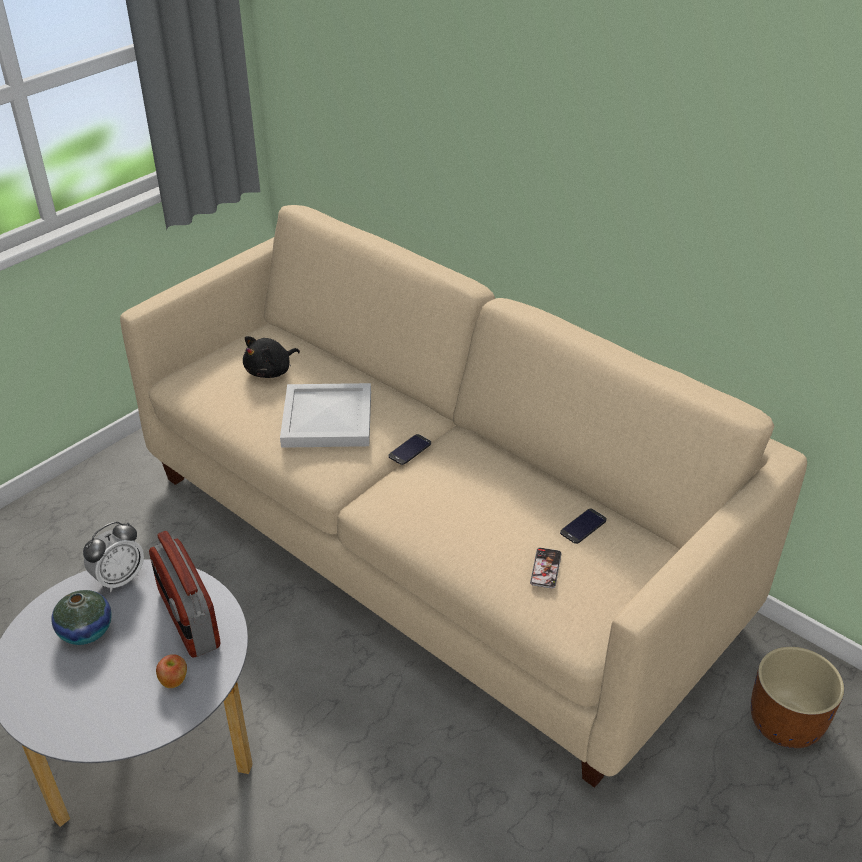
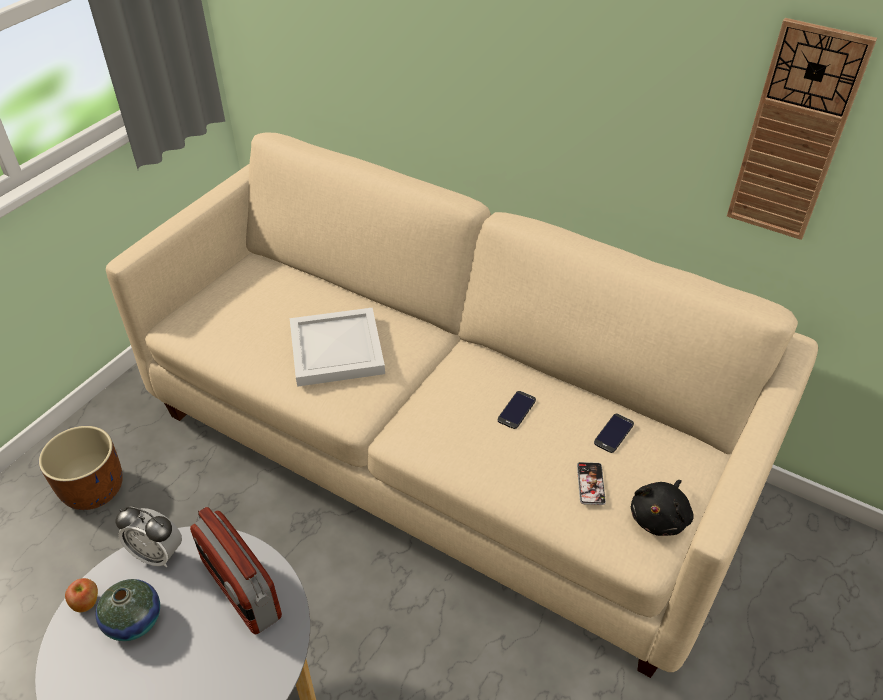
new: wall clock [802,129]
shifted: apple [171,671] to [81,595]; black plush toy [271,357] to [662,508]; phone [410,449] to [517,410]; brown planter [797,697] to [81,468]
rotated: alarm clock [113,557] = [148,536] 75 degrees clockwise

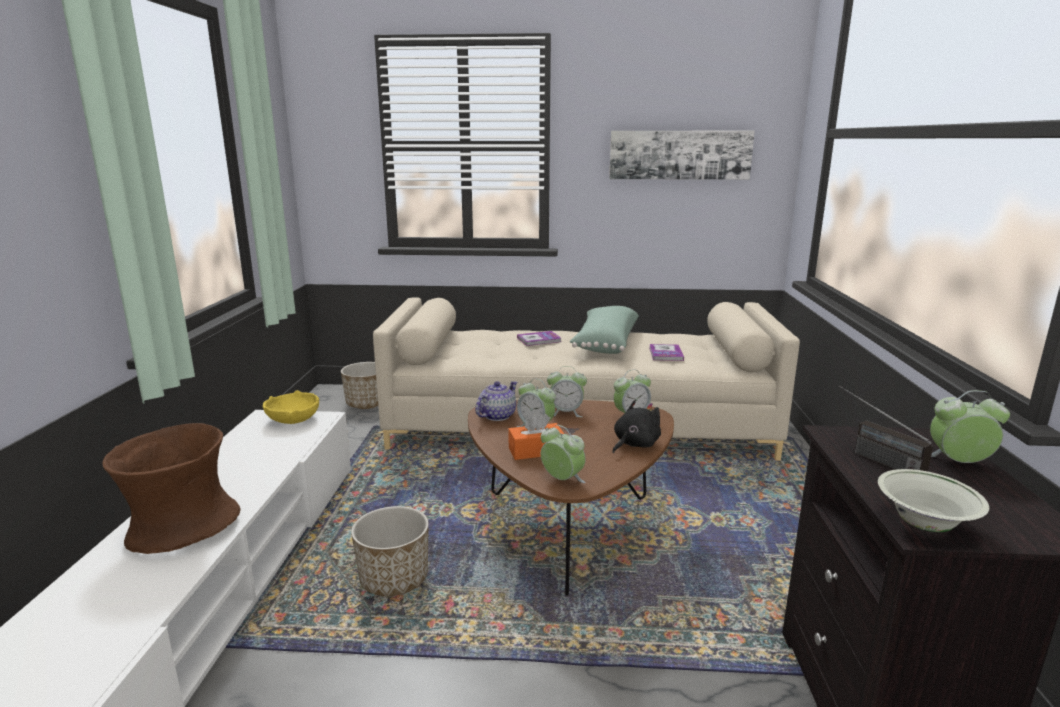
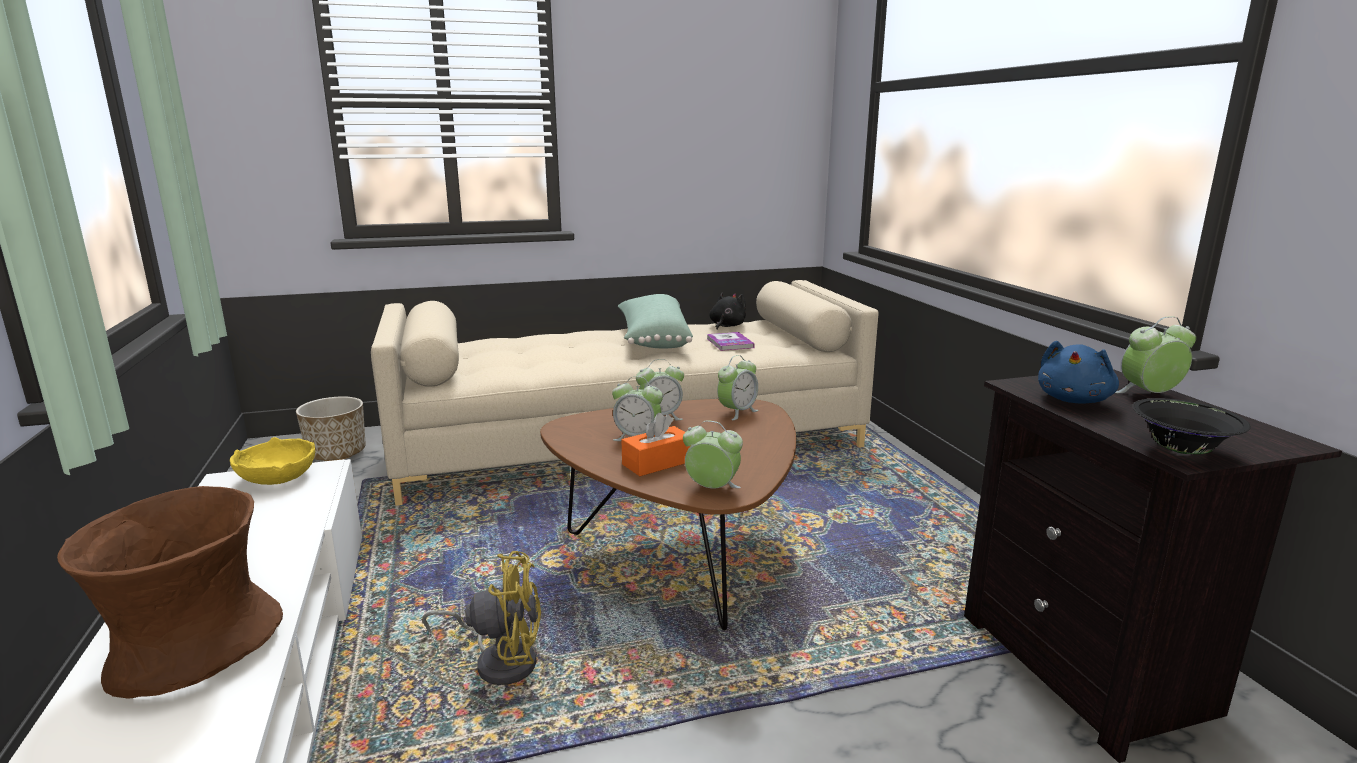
gone: teapot [496,401]; book [539,338]; picture [682,155]
shifted: black plush toy [636,426] to [727,311]
swapped: planter [390,551] to yellow fan [481,618]; radio [886,428] to blue plush toy [1078,372]
repainted: white bowl [933,500] to black bowl [1191,426]

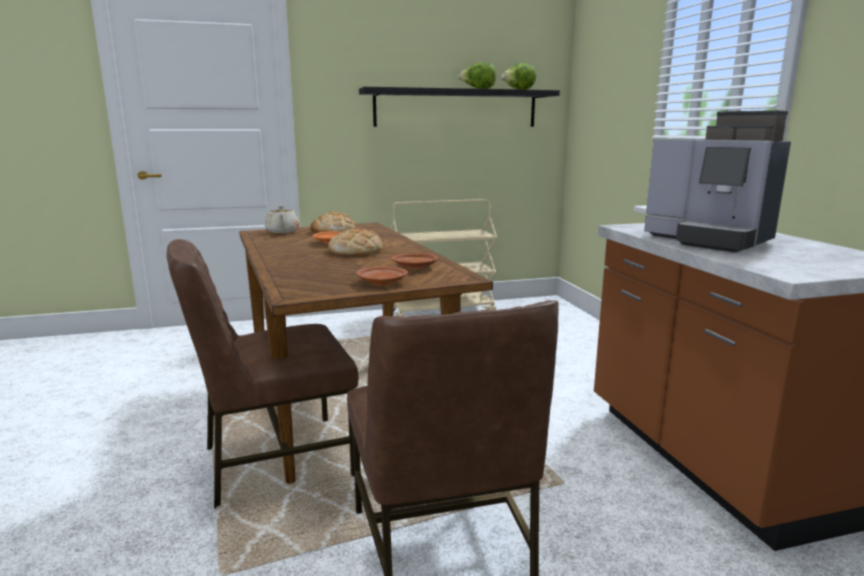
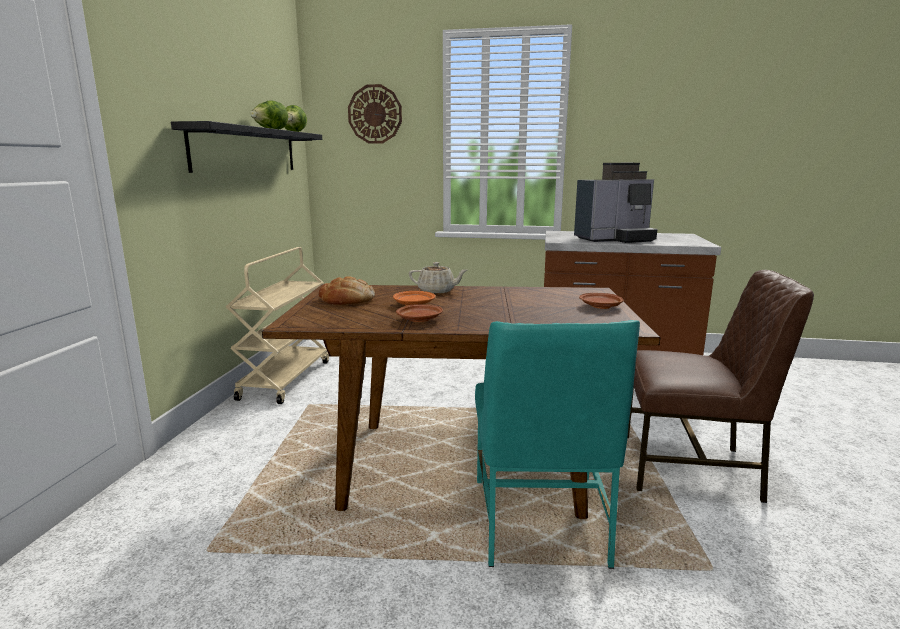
gone: bread [355,242]
new: wall clock [375,114]
shifted: beige teapot [282,219] to [438,278]; brown plate [414,261] to [419,313]
repainted: brown chair [262,374] to turquoise chair [557,444]

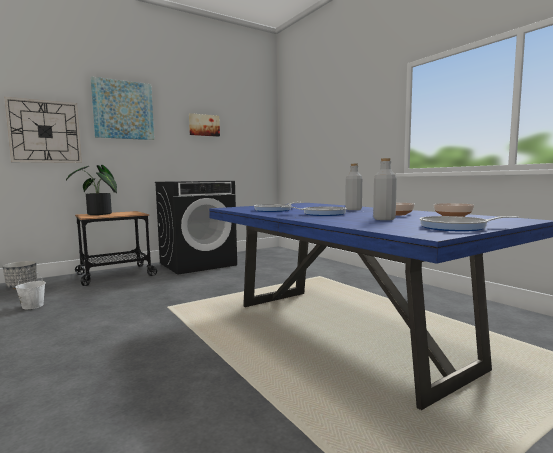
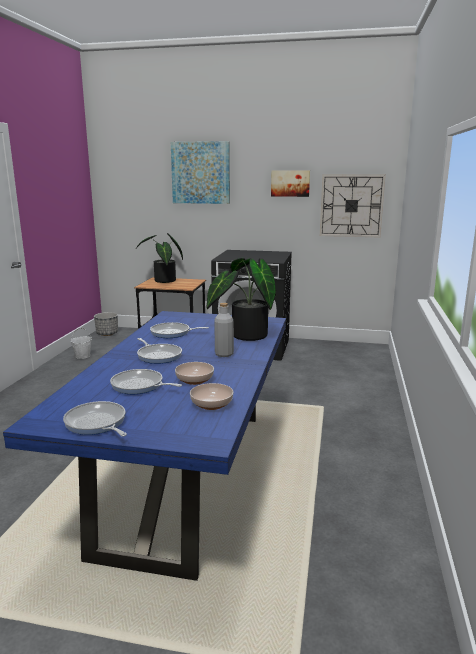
new: potted plant [241,299]
shifted: wall clock [43,130] to [353,205]
swapped: grey bottle [385,189] to frying pan [146,381]

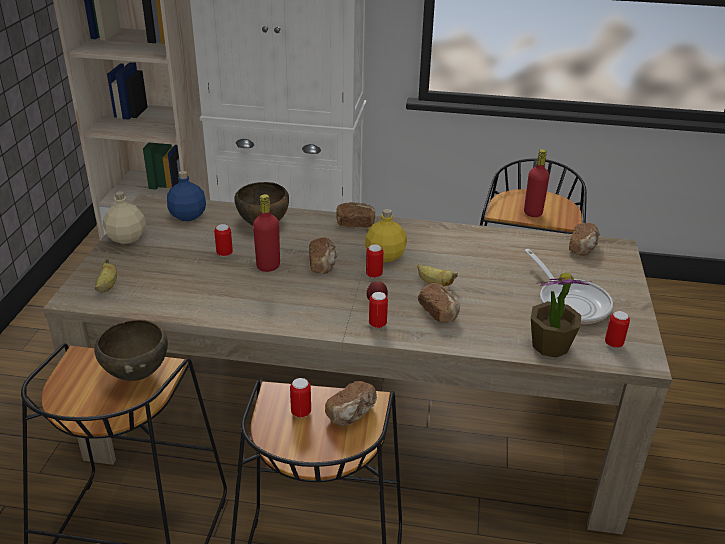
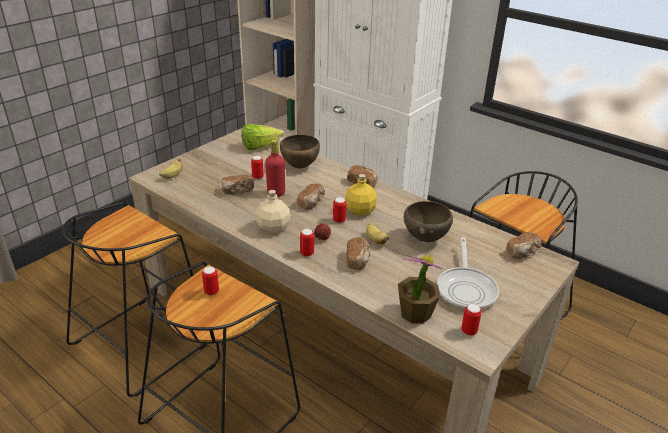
gone: red bottle [537,183]
shifted: brown bowl [131,350] to [428,221]; beige bottle [124,217] to [273,212]; bread [351,403] to [238,184]
swapped: blue bottle [186,196] to lettuce [263,137]

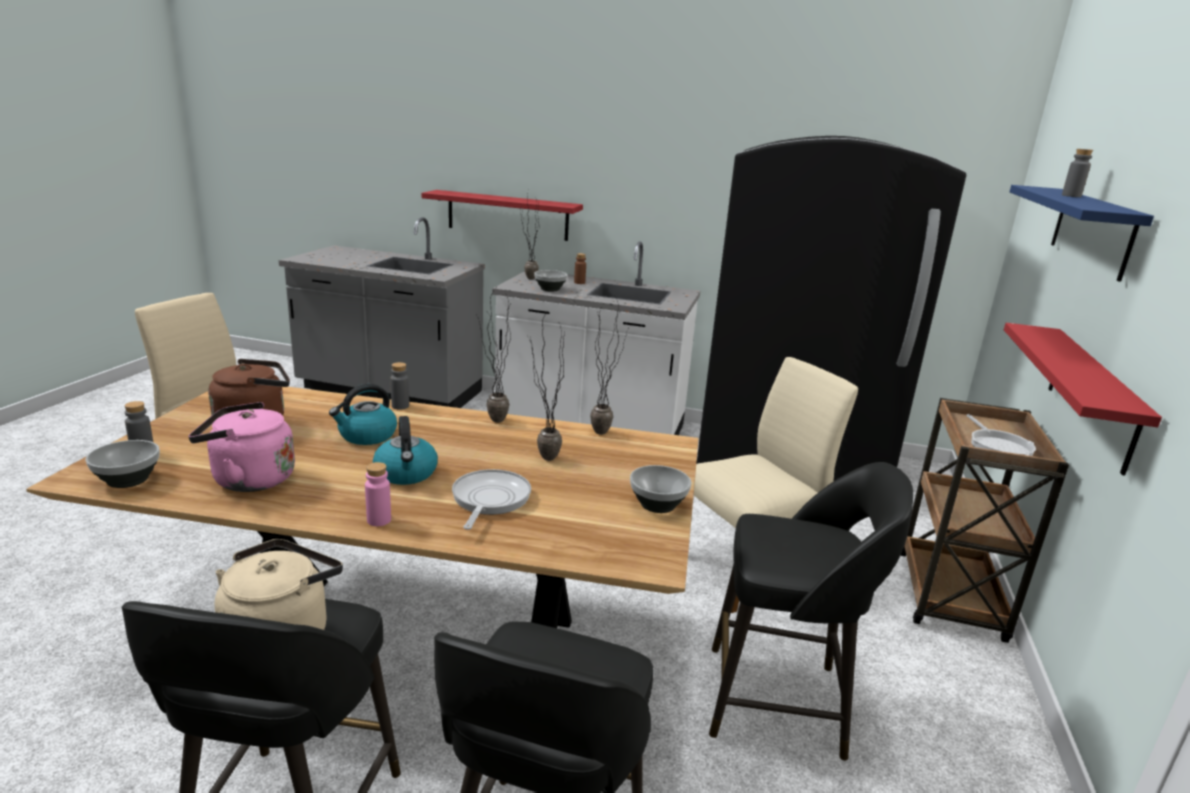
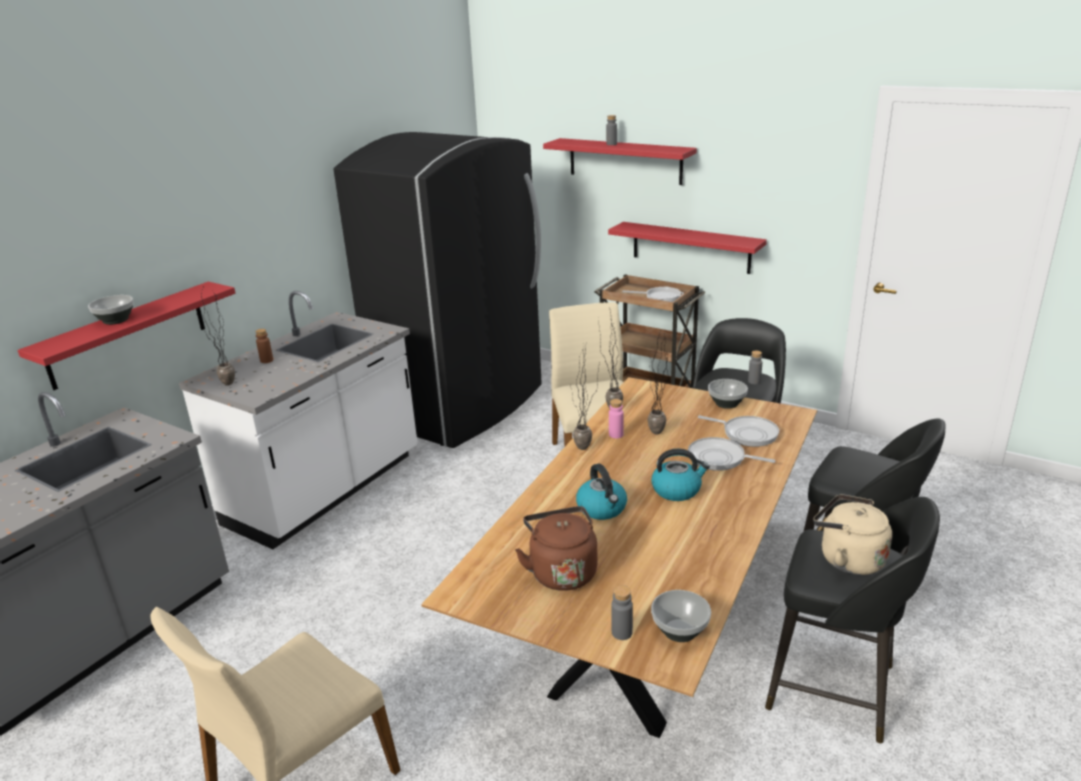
gone: pink kettle [242,447]
new: frying pan [738,431]
shifted: pink bottle [378,494] to [616,418]; grey bottle [399,386] to [755,367]; bowl [550,281] to [111,310]
repainted: blue shelf [1082,233] to red shelf [620,161]

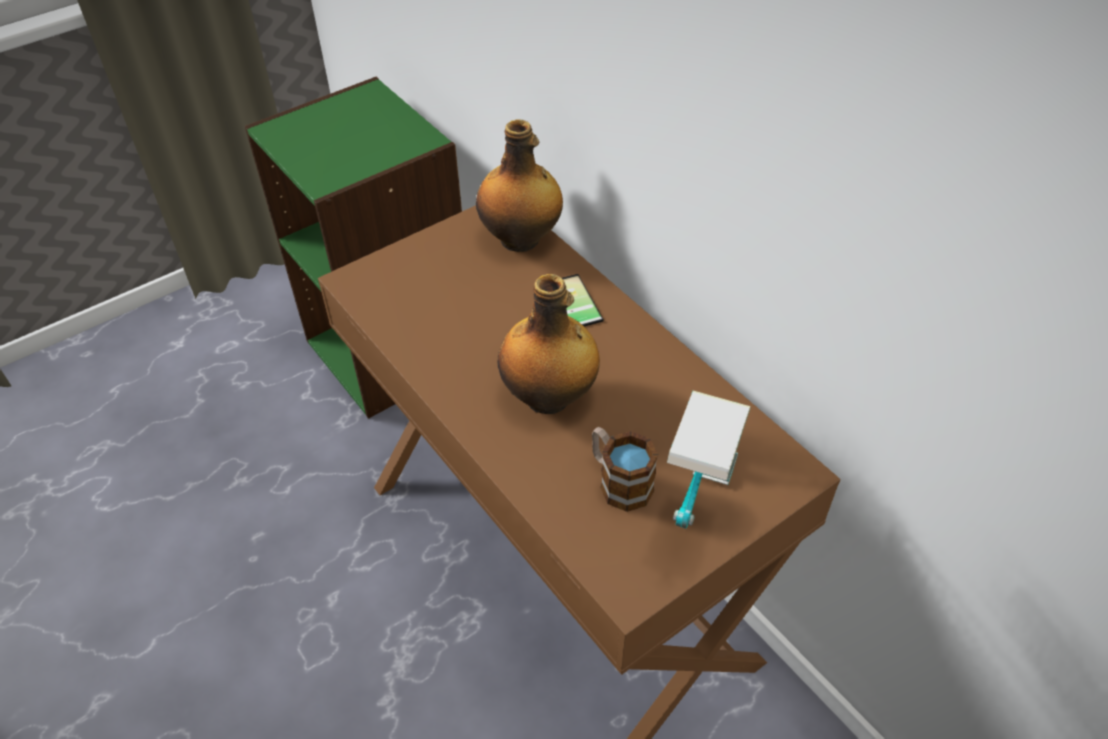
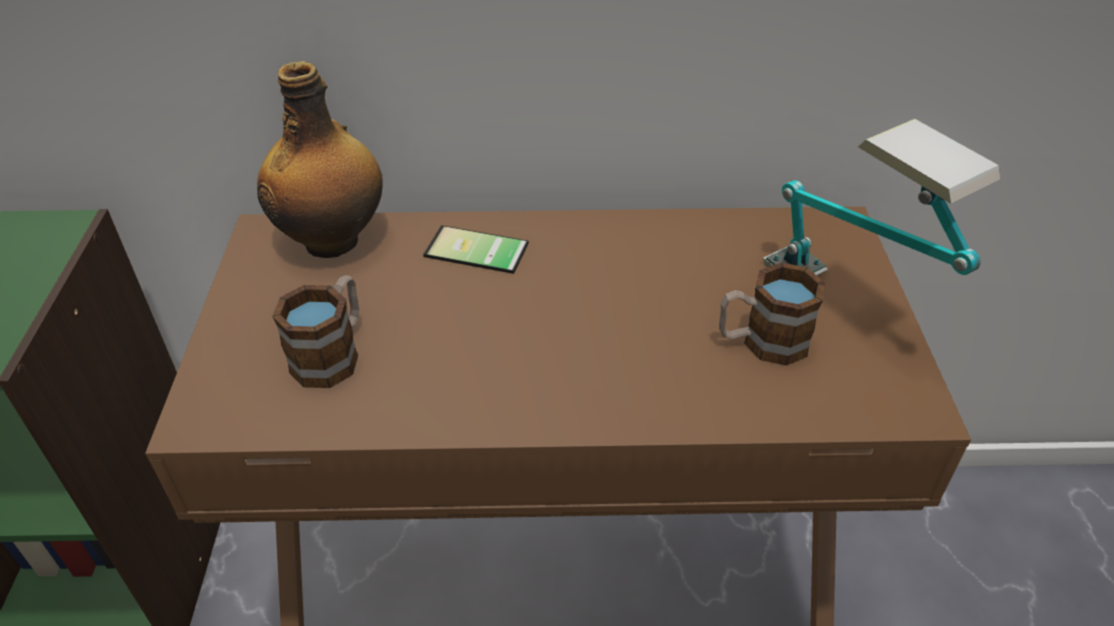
gone: bottle [548,344]
new: mug [315,331]

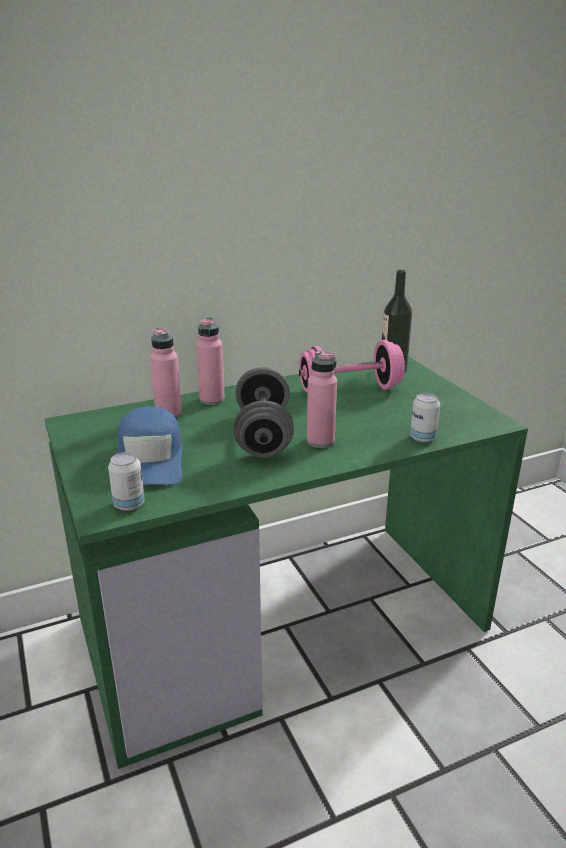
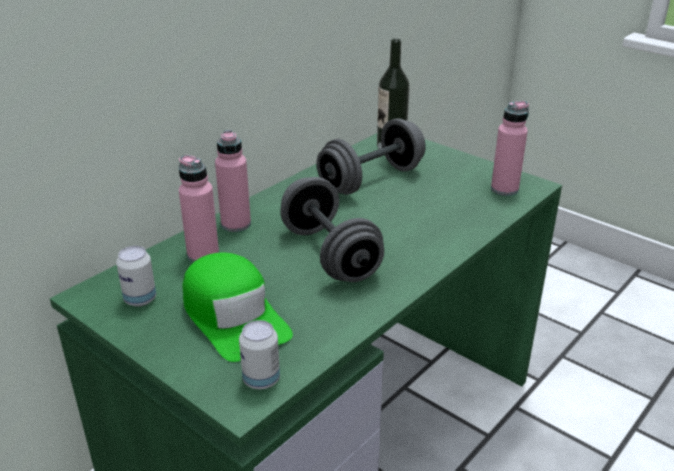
shifted: pink bottle [322,399] to [510,148]; can [425,418] to [136,276]
repainted: blue cap [150,445] to green cap [238,307]; pink dumbbell [352,366] to grey dumbbell [371,156]

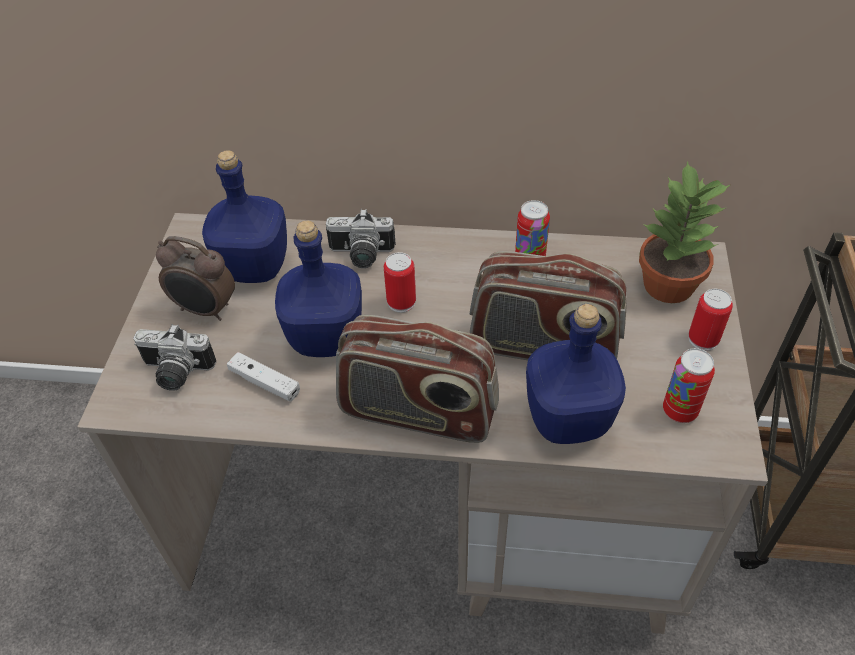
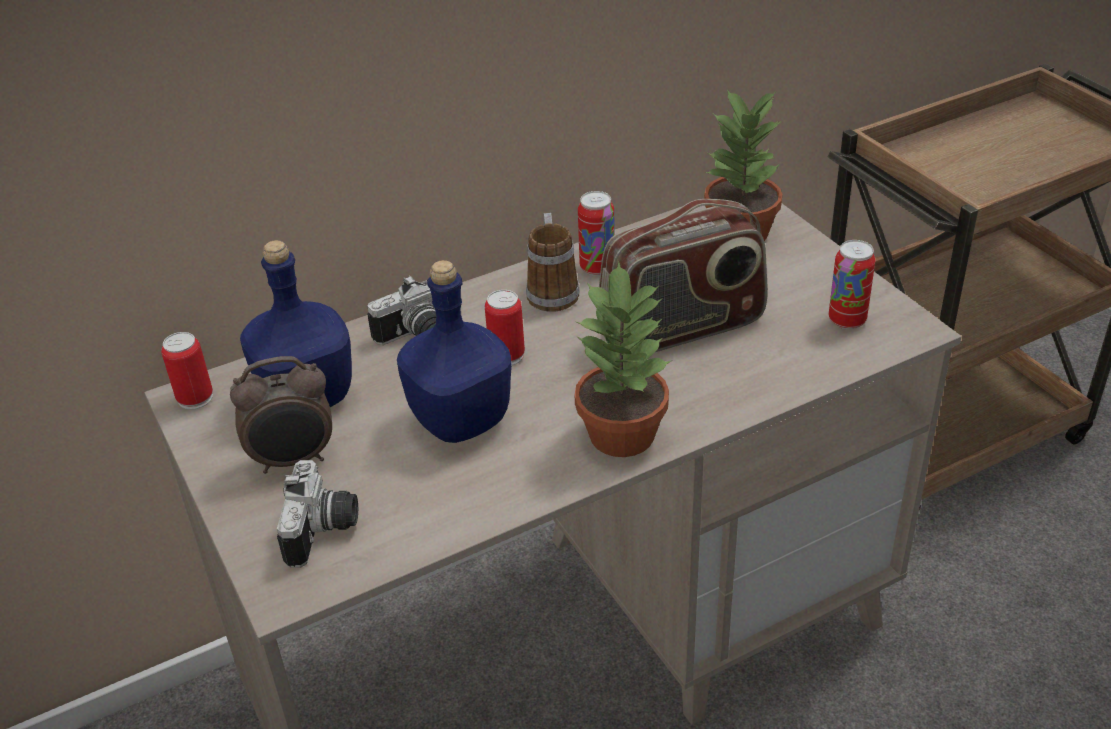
gone: white game controller [263,377]; blue bottle [576,374]
new: mug [553,262]
shifted: can [710,320] to [187,371]
swapped: radio [417,379] to potted plant [622,359]
rotated: photo camera [174,357] = [317,514] 60 degrees counterclockwise

